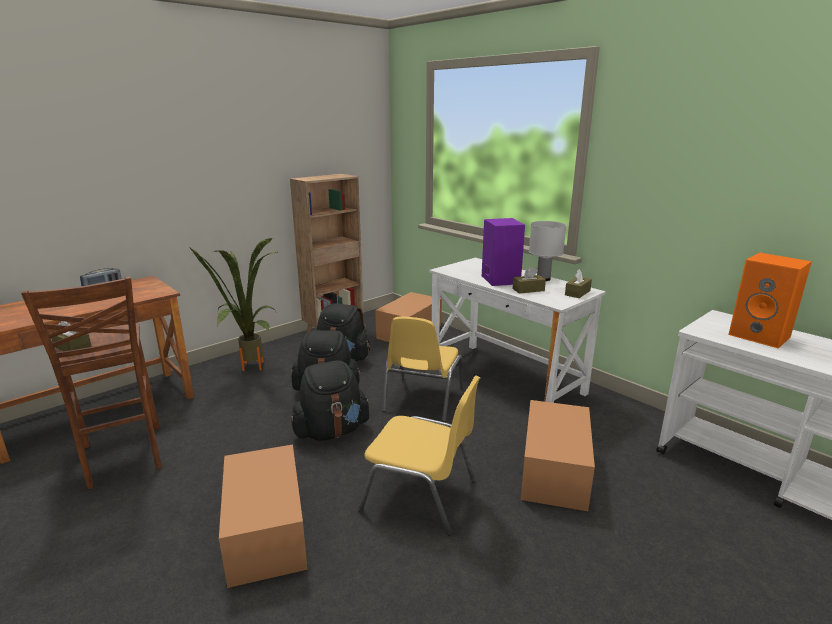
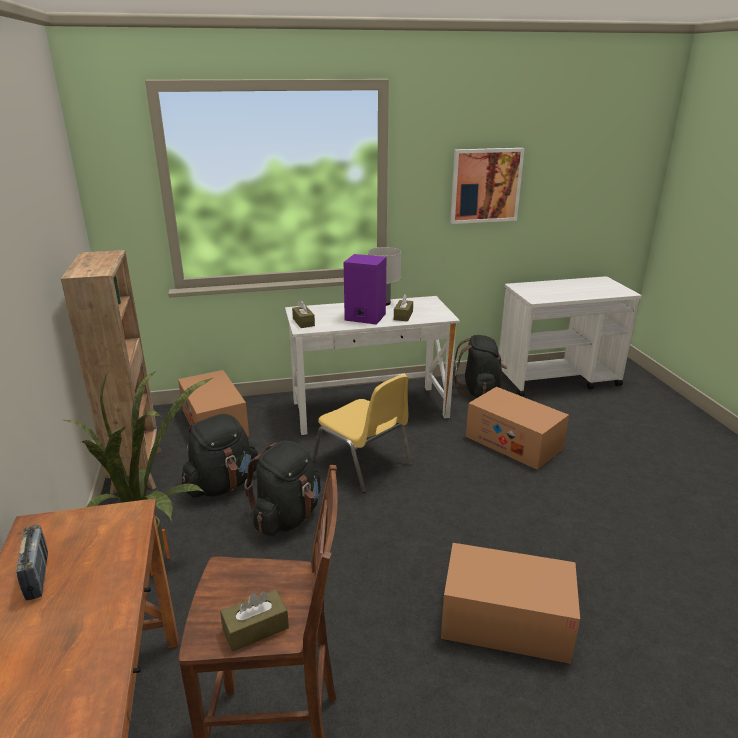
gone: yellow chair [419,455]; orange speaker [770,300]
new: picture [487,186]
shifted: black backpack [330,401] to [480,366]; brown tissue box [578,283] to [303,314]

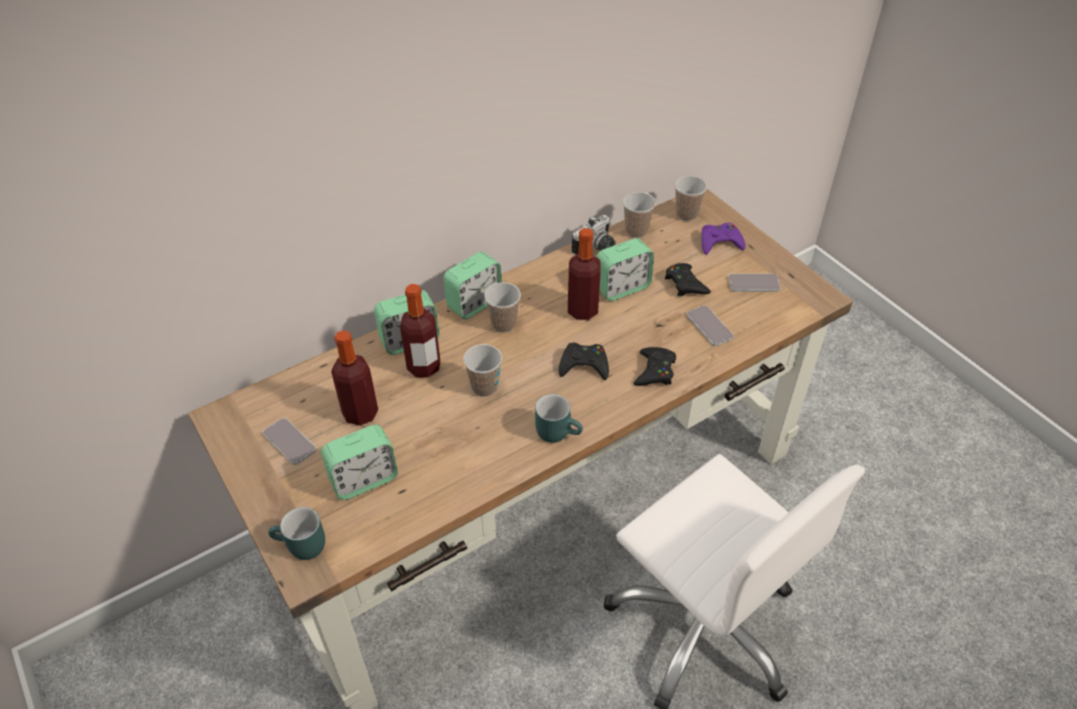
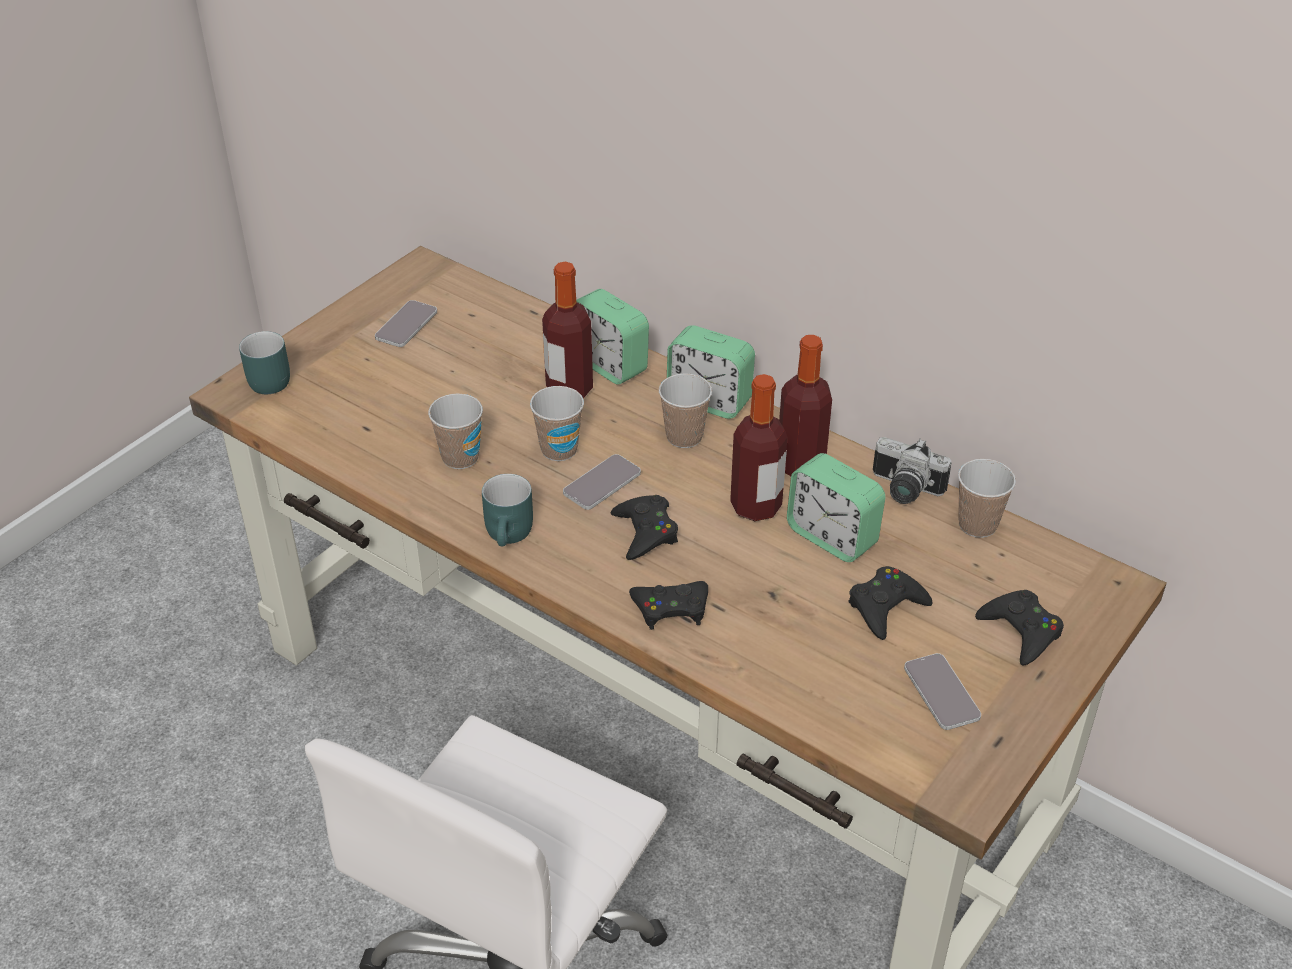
gone: alarm clock [359,462]
shifted: bottle [354,378] to [805,405]; cup [691,198] to [455,431]; phone [710,325] to [602,482]
repainted: purple game controller [724,239] to black game controller [1019,628]

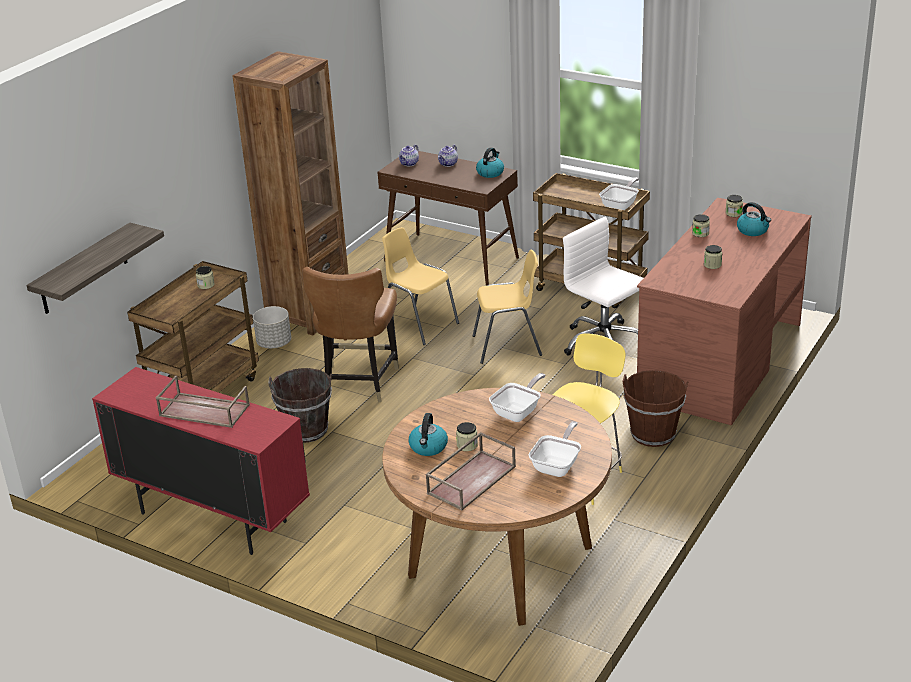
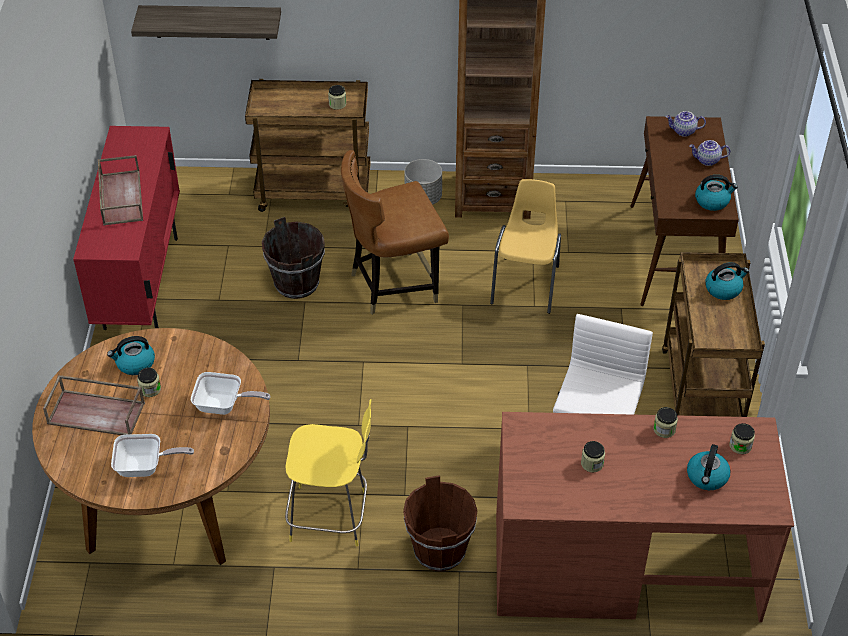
gone: yellow chair [507,307]; frying pan [619,193]
new: kettle [727,281]

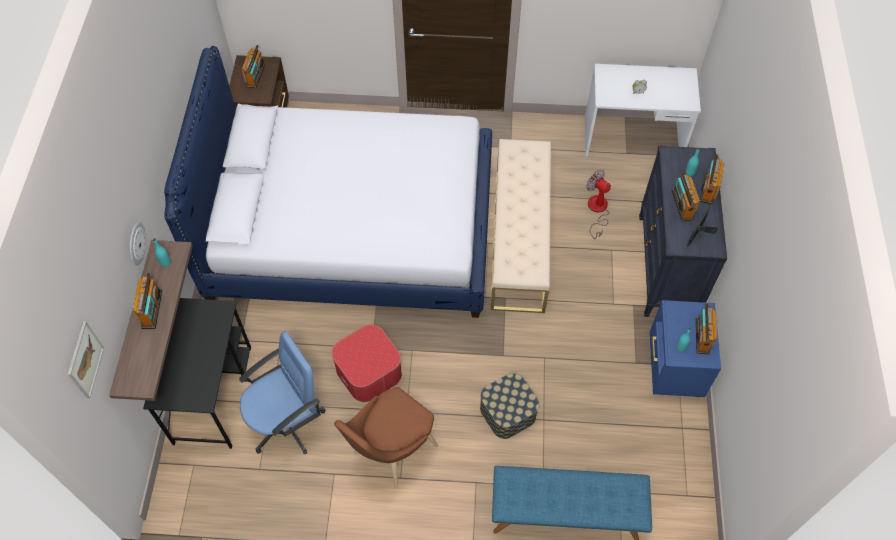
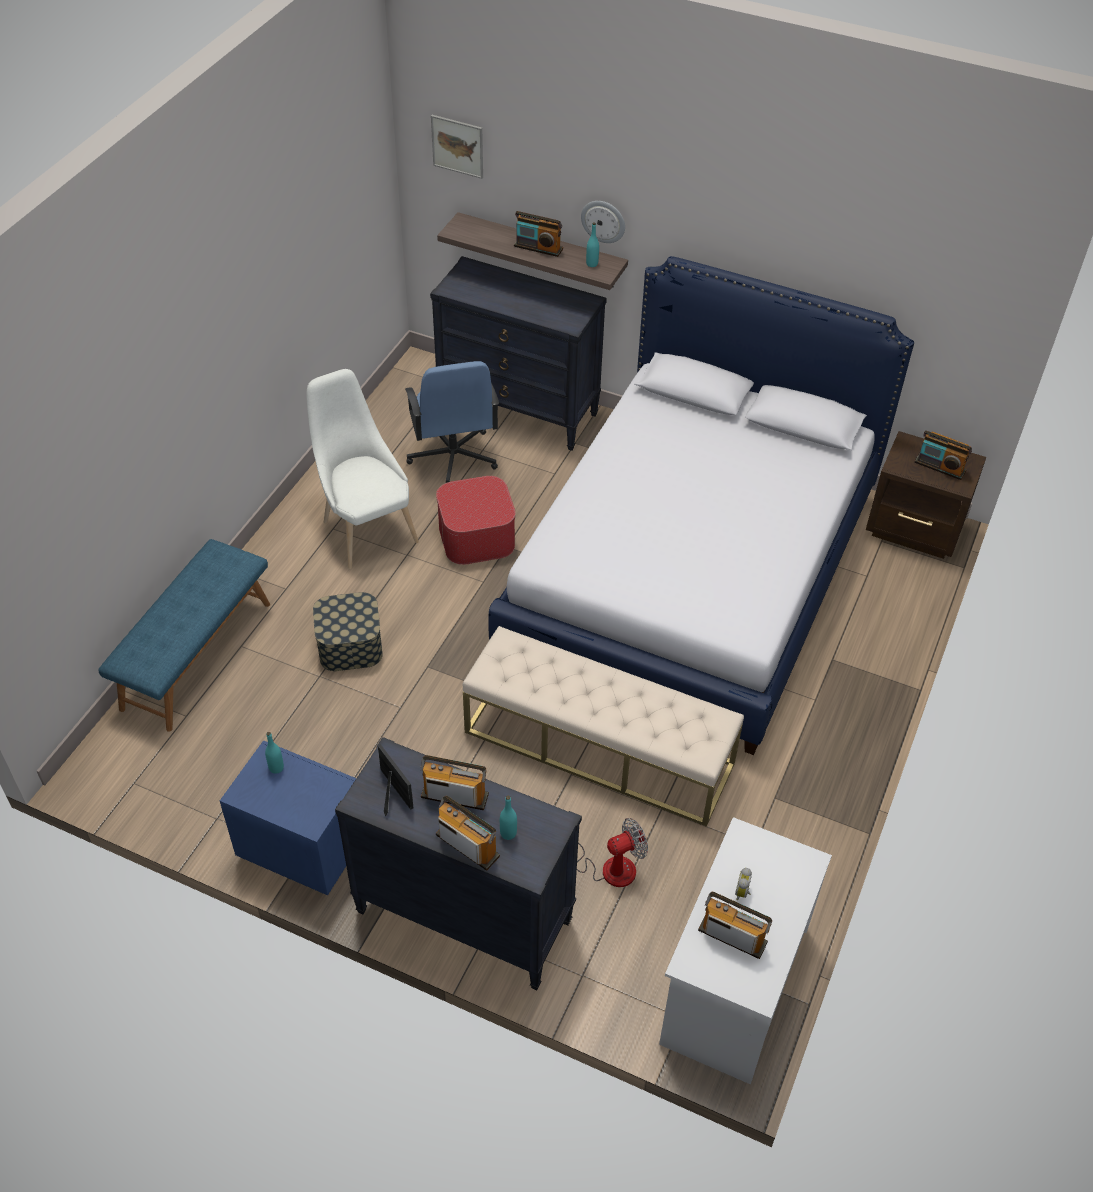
shifted: radio [706,329] to [735,925]
swapped: black desk [197,373] to black dresser [518,353]
repainted: brown chair [386,437] to white chair [363,469]

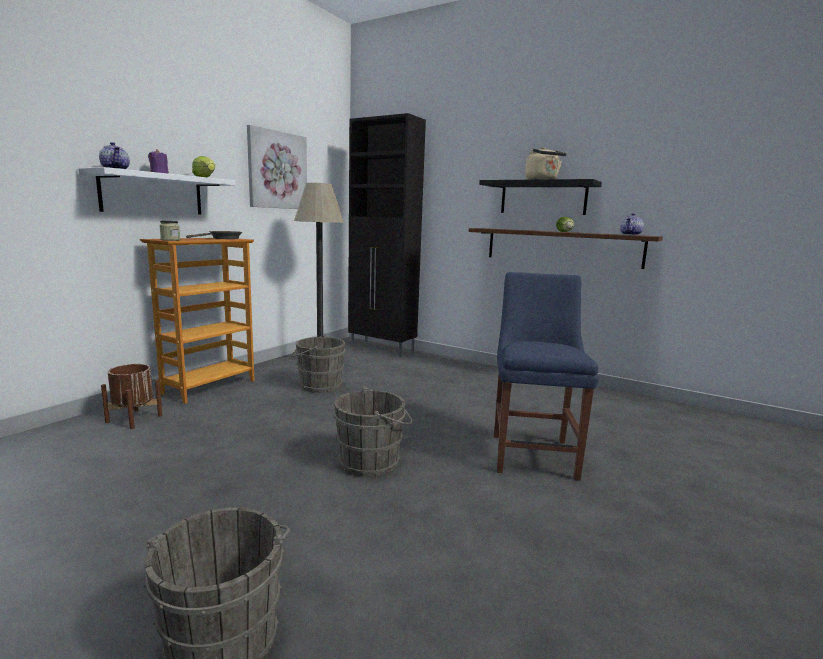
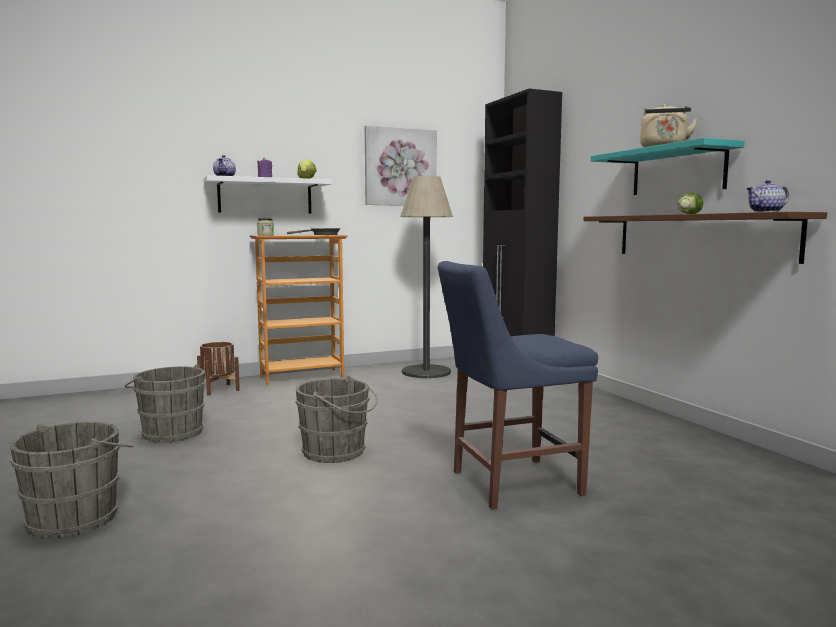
shifted: grey bucket [318,363] to [165,403]
repainted: black shelf [540,197] to turquoise shelf [668,166]
rotated: blue chair [546,376] = [518,385] 150 degrees counterclockwise

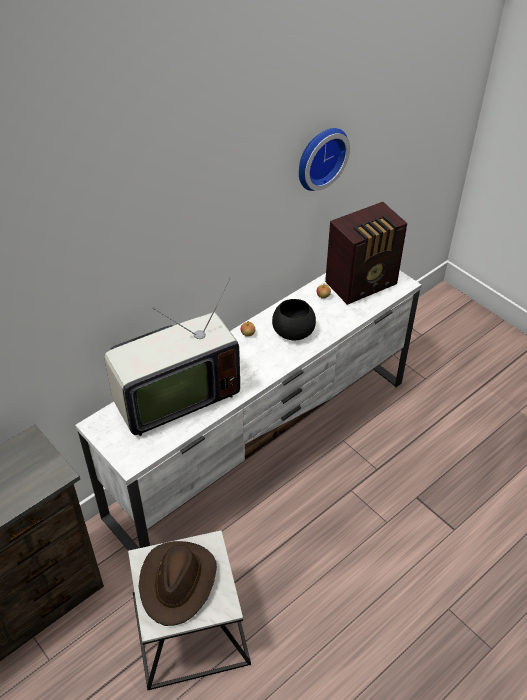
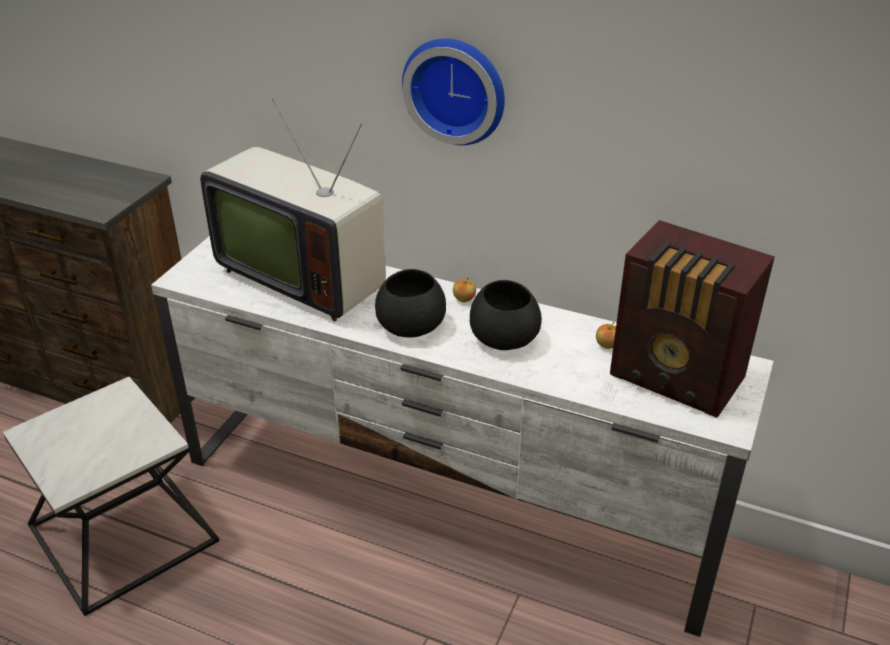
gone: brown hat [178,583]
new: black bowl [410,303]
shifted: wall clock [324,159] to [453,92]

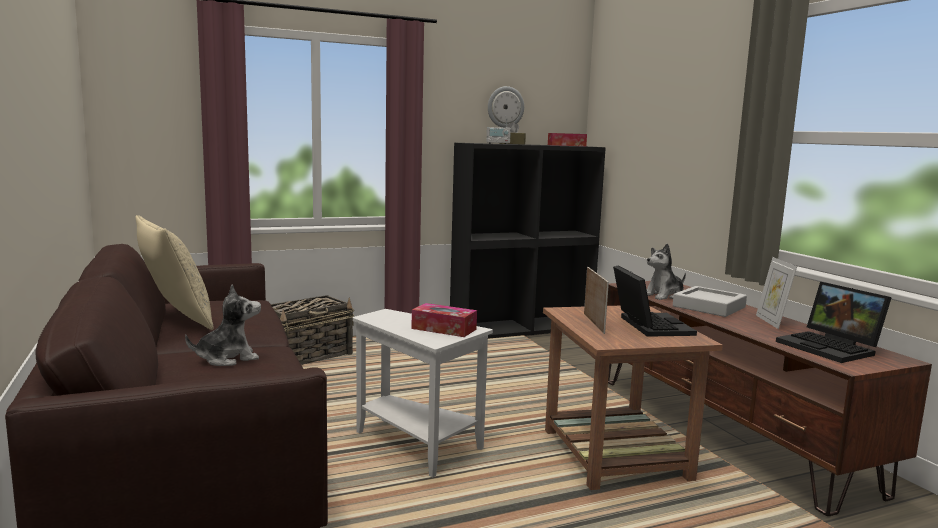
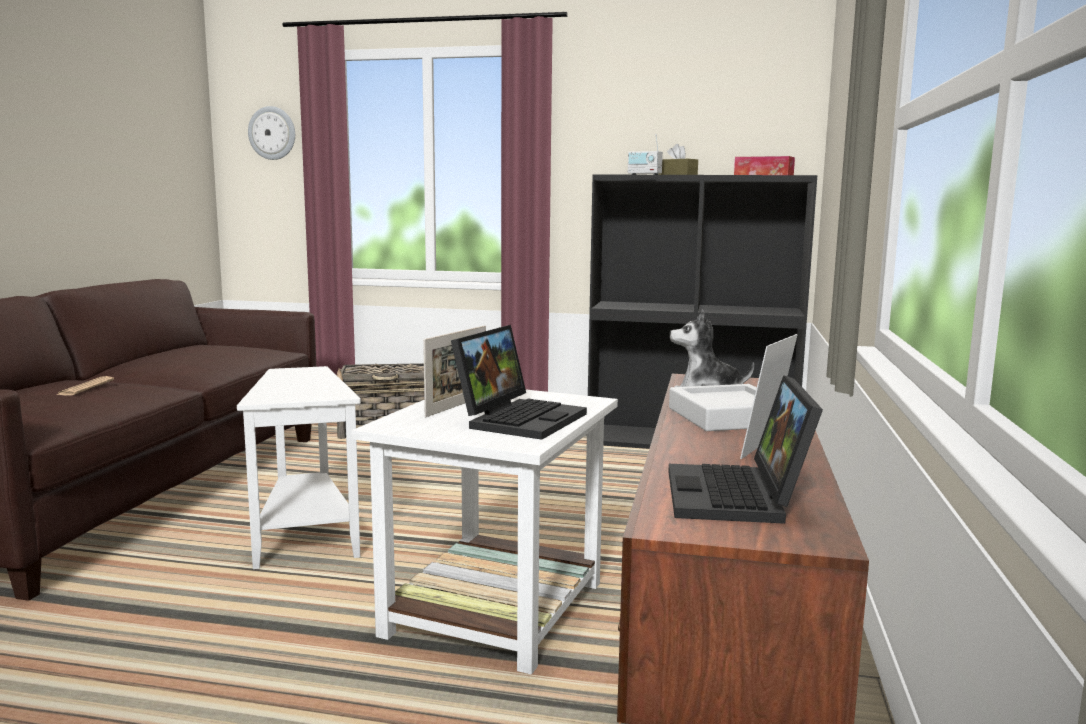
gone: beige pillow [174,272]; tissue box [444,320]
shifted: wall clock [506,107] to [271,133]
swapped: plush toy [223,325] to newspaper [85,386]
repainted: brown side table [633,398] to white side table [484,532]

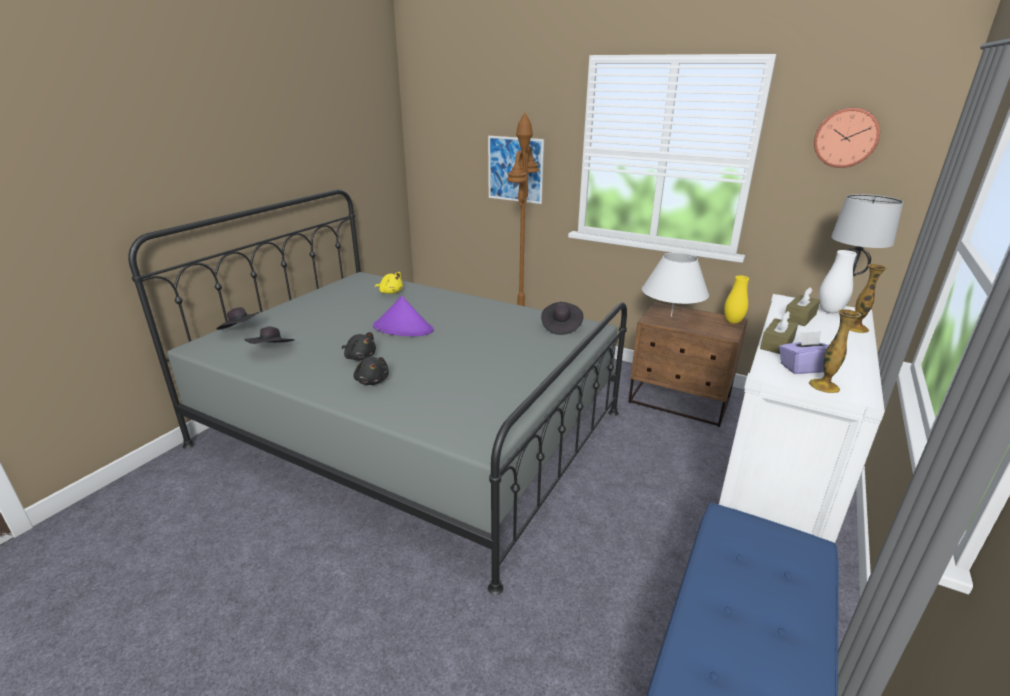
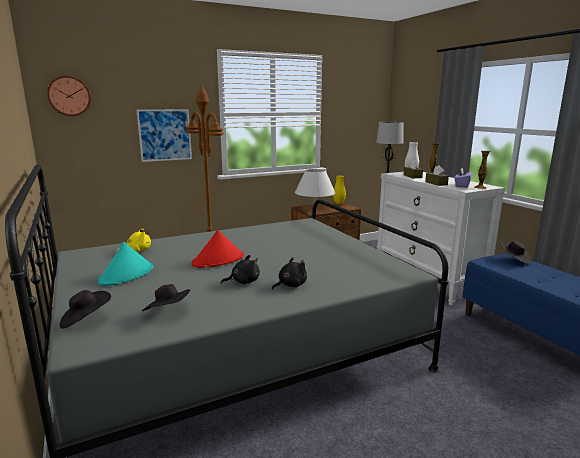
new: turquoise hat [125,264]
shifted: black hat [562,318] to [515,252]; wall clock [847,138] to [69,96]
repainted: purple hat [403,316] to red hat [218,249]
rotated: black plush toy [371,371] = [289,273] 45 degrees counterclockwise

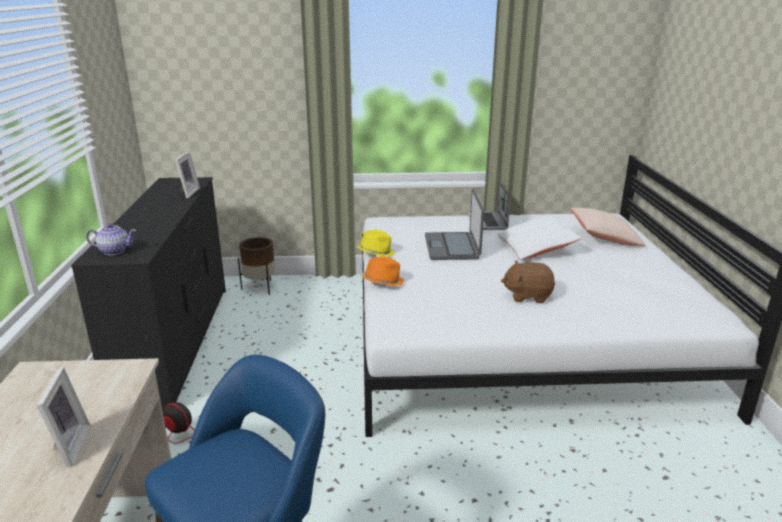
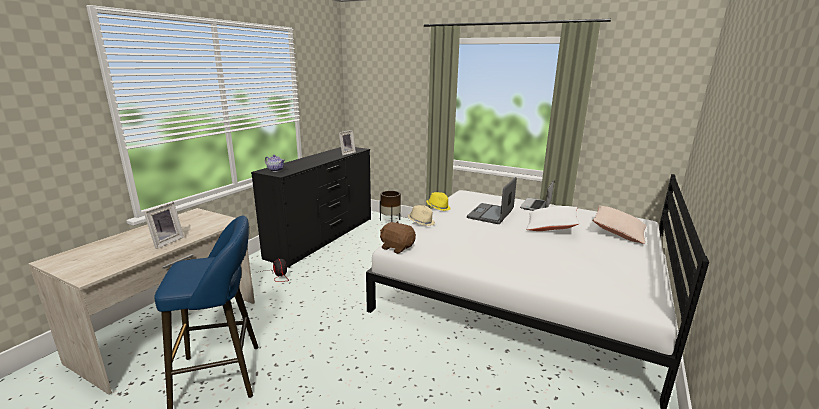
shifted: brown plush toy [528,282] to [398,237]
repainted: orange hat [382,271] to beige hat [421,215]

